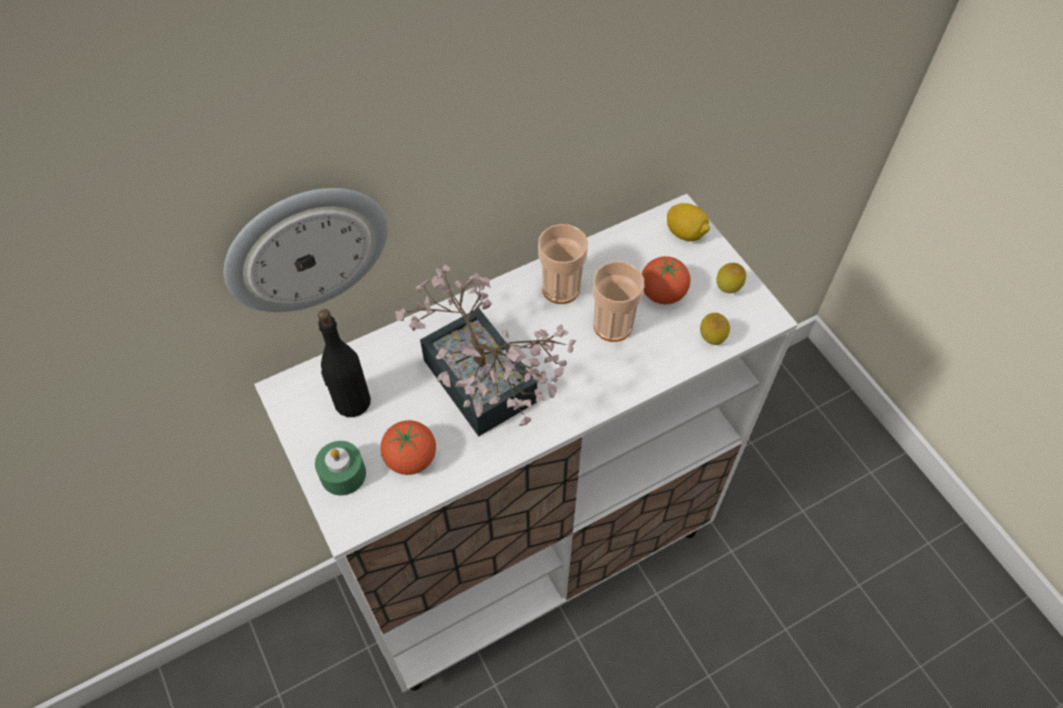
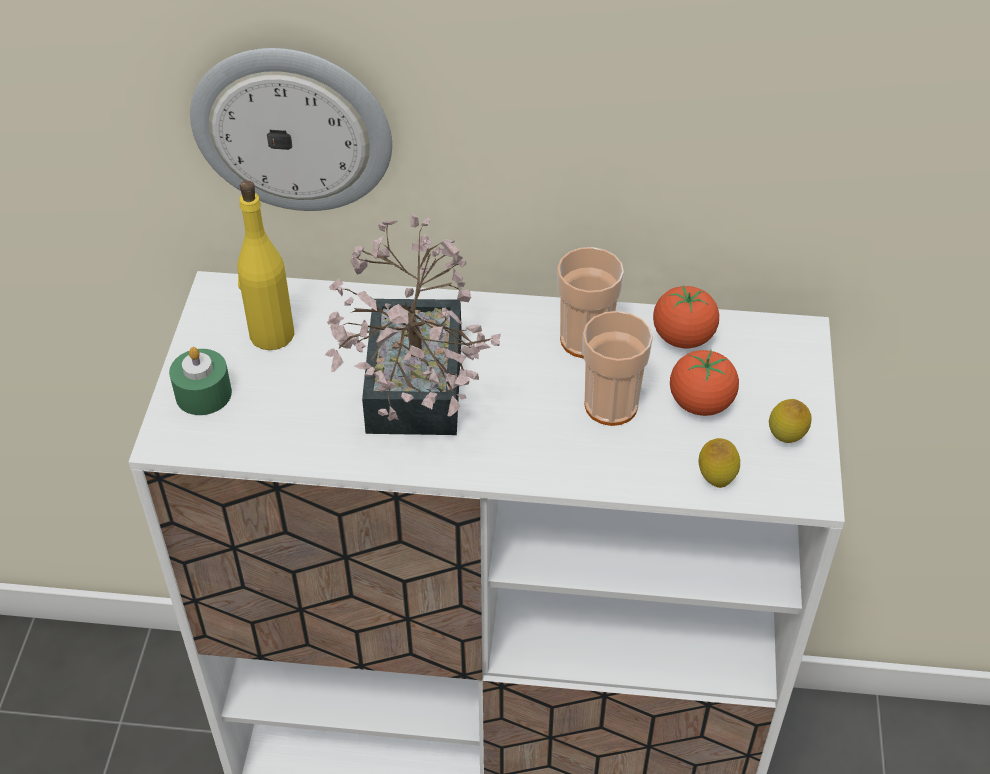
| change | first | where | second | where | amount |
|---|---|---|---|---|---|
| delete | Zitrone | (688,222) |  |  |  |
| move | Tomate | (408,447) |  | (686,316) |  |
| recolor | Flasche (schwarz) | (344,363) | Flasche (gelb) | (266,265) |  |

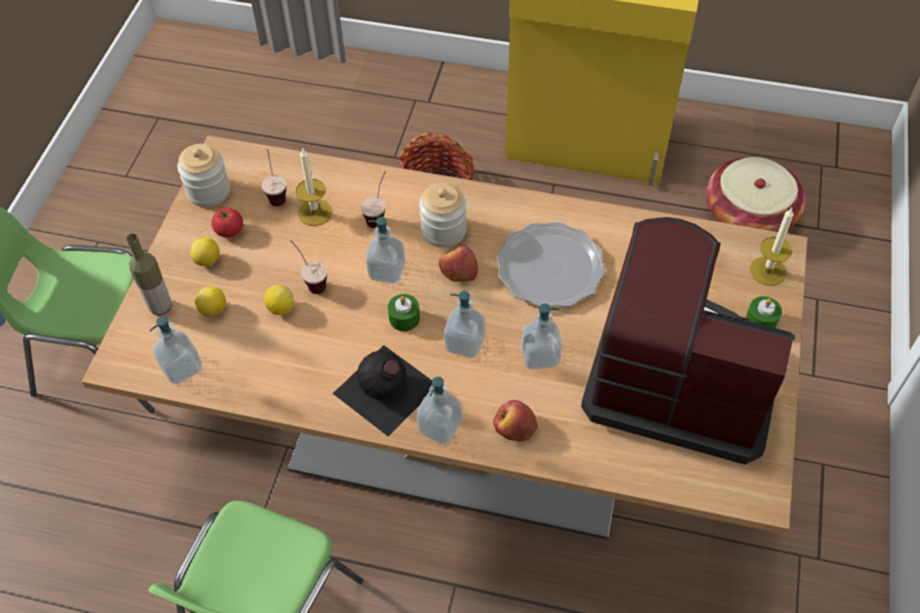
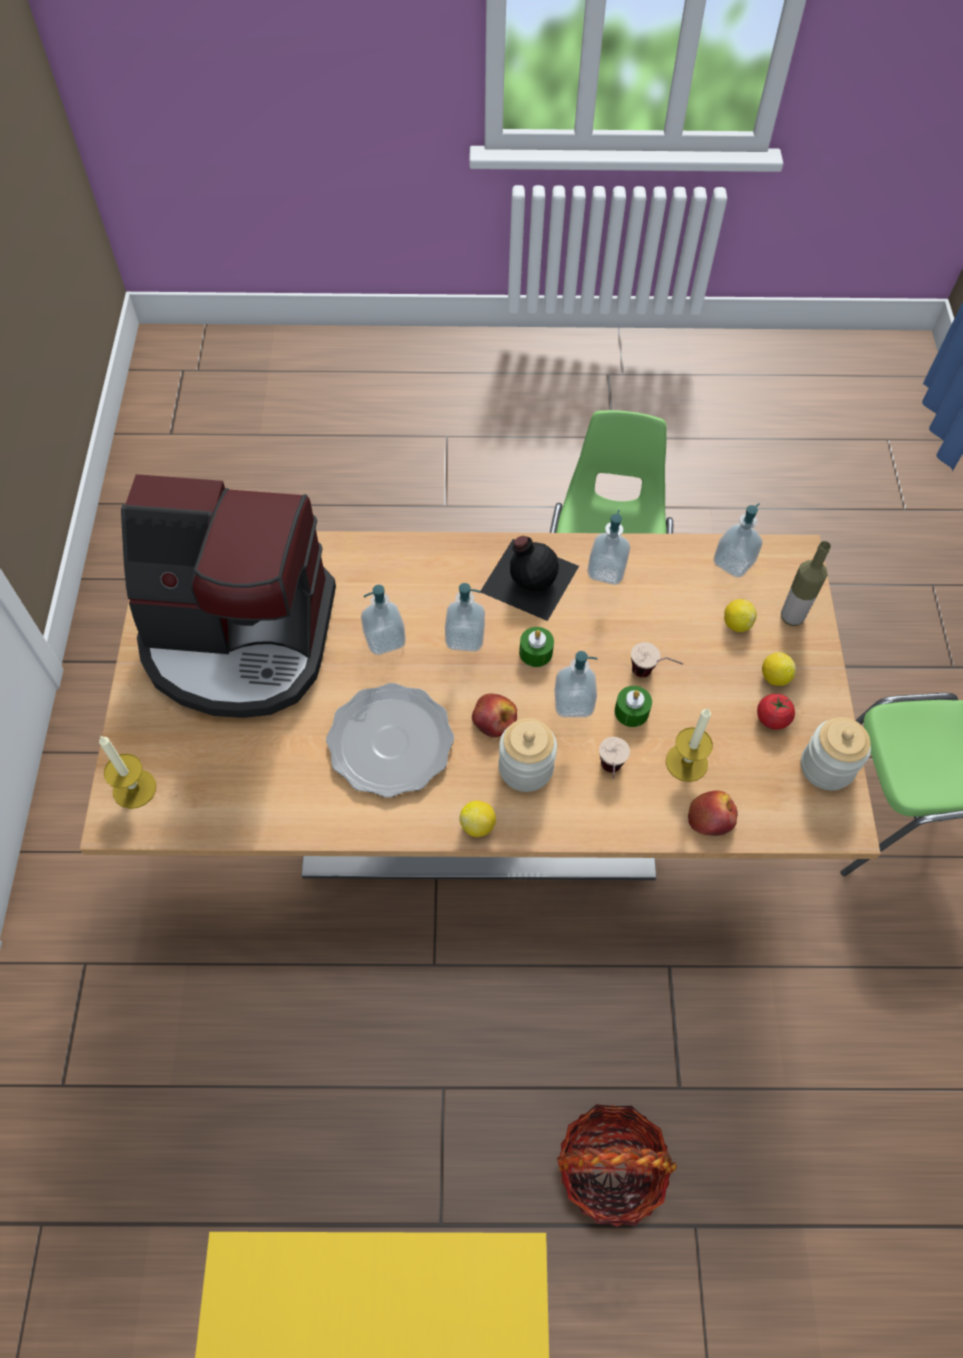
| change | first | where | second | where | amount |
|---|---|---|---|---|---|
| delete | Tasse | (274,177) |  |  |  |
| delete | Korb | (756,194) |  |  |  |
| move | Zitrone | (279,300) |  | (477,819) |  |
| move | Seifenspender | (439,410) |  | (608,547) |  |
| move | Apfel | (515,420) |  | (713,813) |  |
| move | Kerze (grün) | (764,312) |  | (633,706) |  |

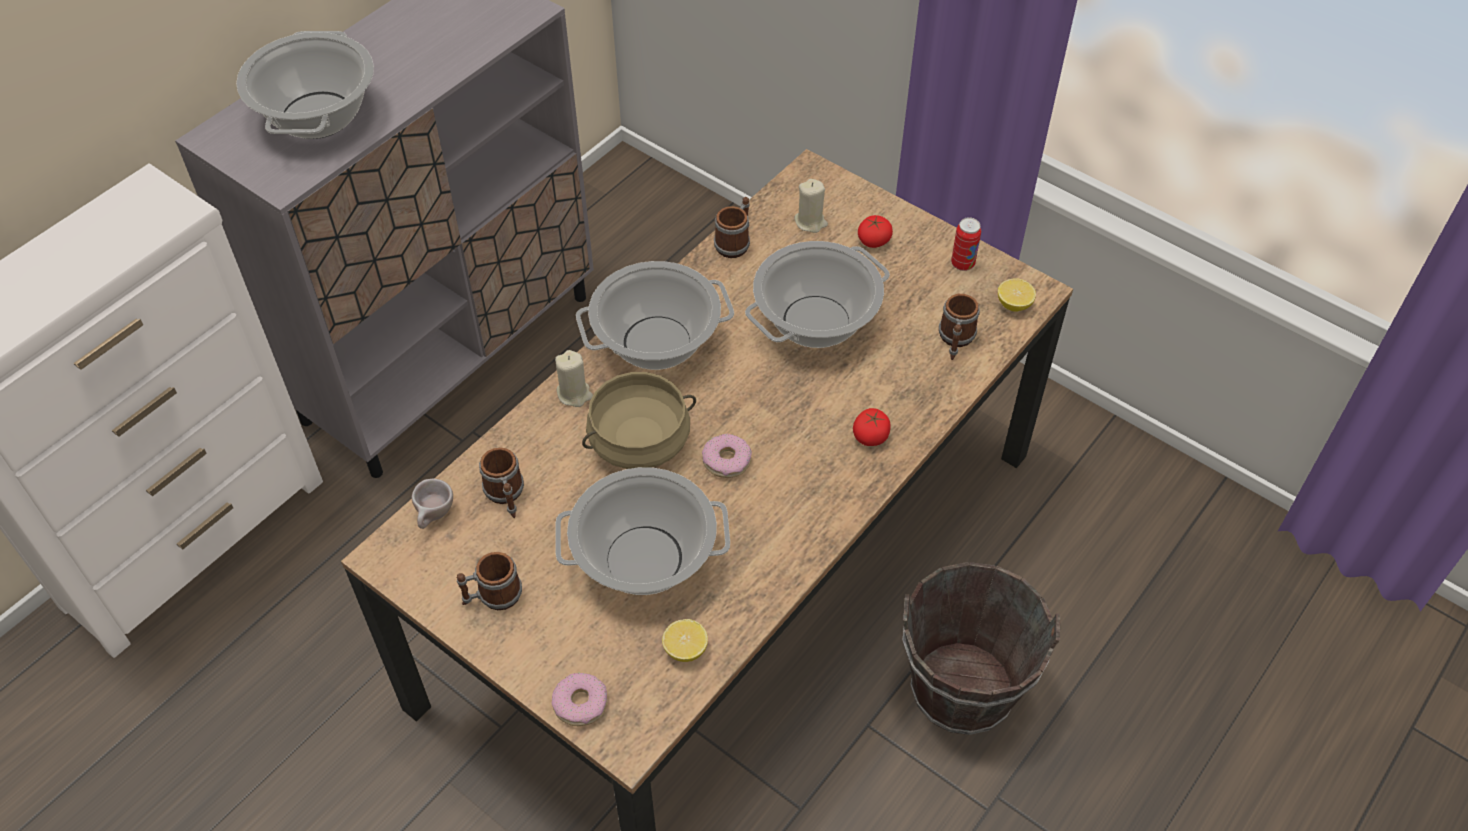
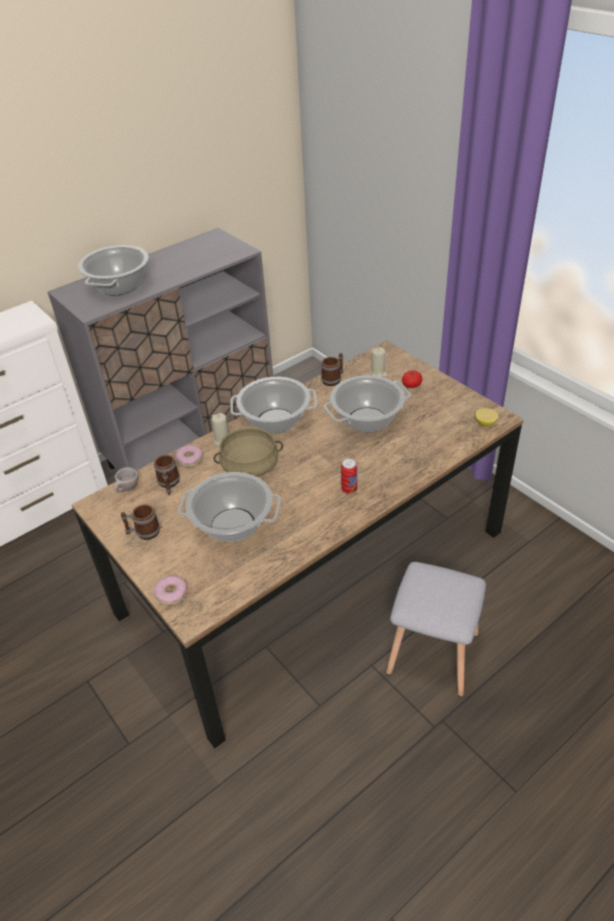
| change | first | where | second | where | amount |
|---|---|---|---|---|---|
| delete | Zitrone | (685,640) |  |  |  |
| delete | Tomate | (872,427) |  |  |  |
| delete | Henkelbecher | (959,327) |  |  |  |
| move | Donut | (727,456) |  | (189,456) |  |
| move | Dose | (966,244) |  | (349,476) |  |
| replace | Eimer (braun) | (981,648) | Hocker (grau) | (436,629) |  |

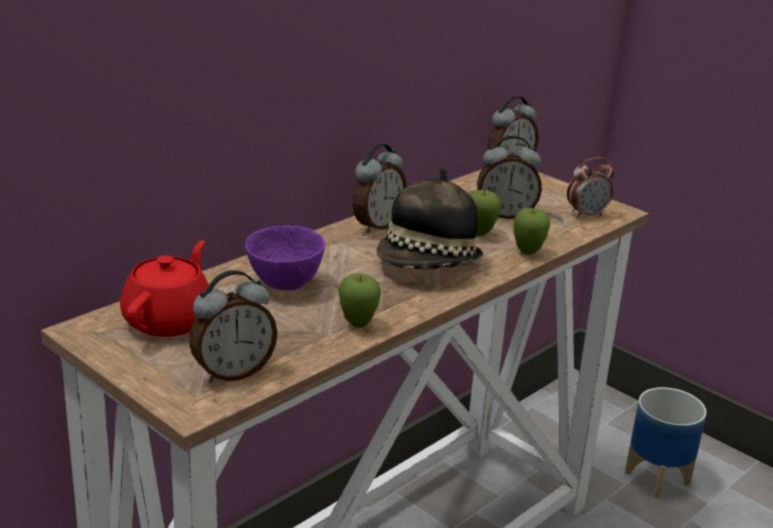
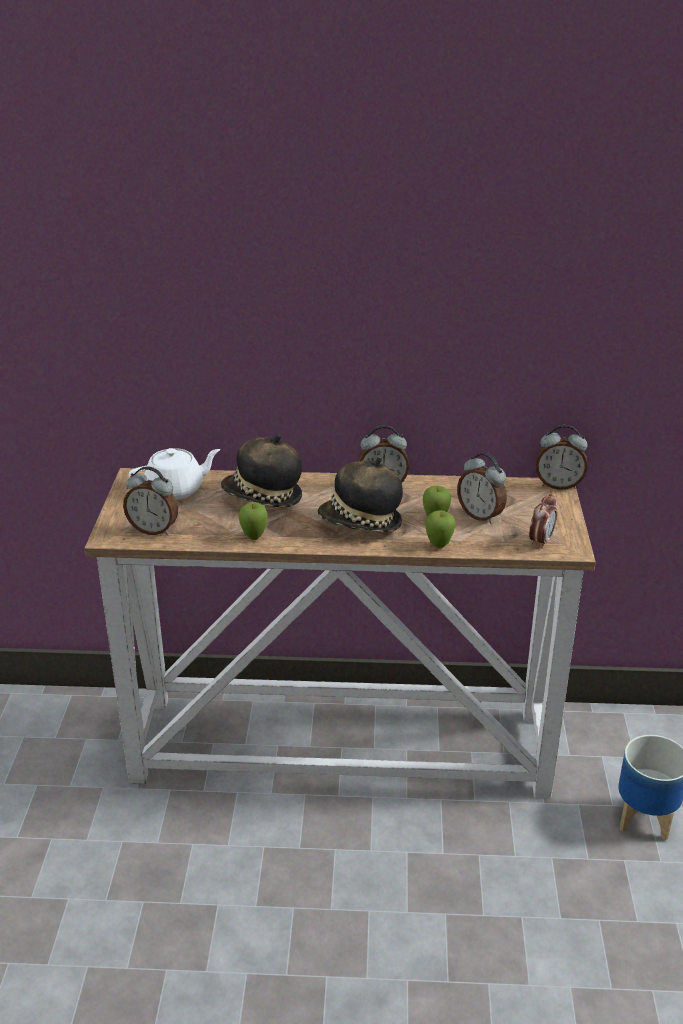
| change | first | where | second | where | amount |
|---|---|---|---|---|---|
| replace | Schüssel (lila) | (285,258) | Hut | (261,471) |  |
| recolor | Teekanne (rot) | (164,288) | Teekanne (weiß) | (174,474) |  |
| rotate | Wecker | (590,187) |  | (543,521) | 90 degrees counterclockwise |

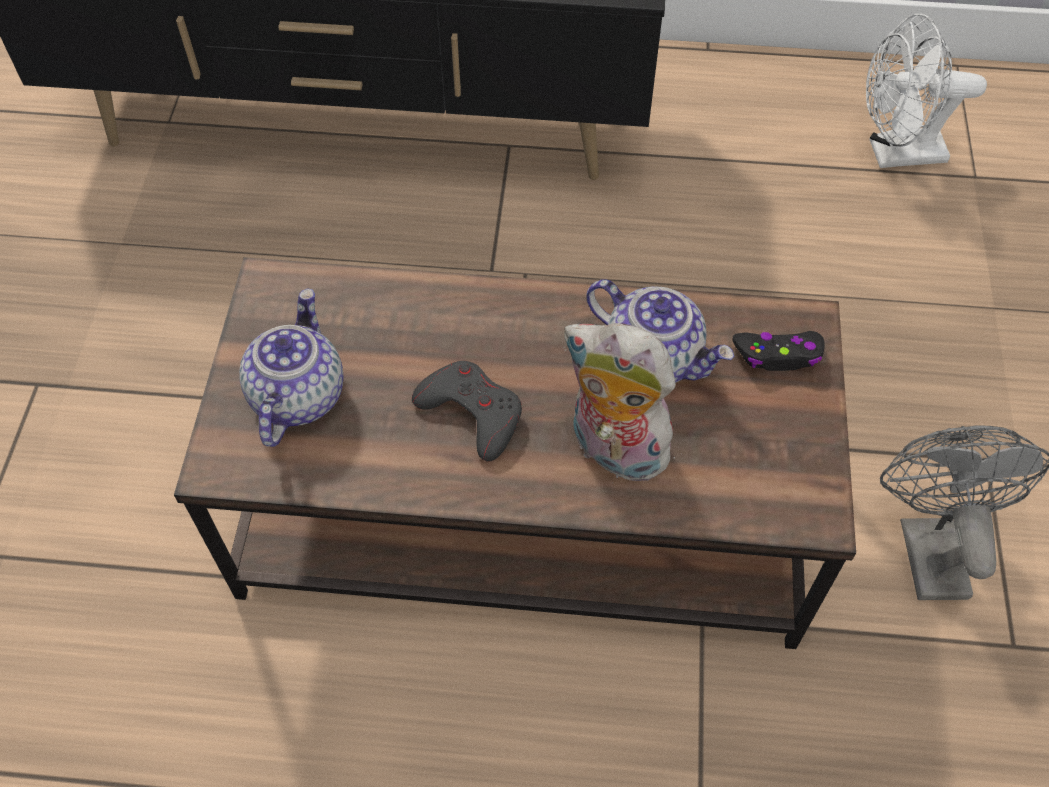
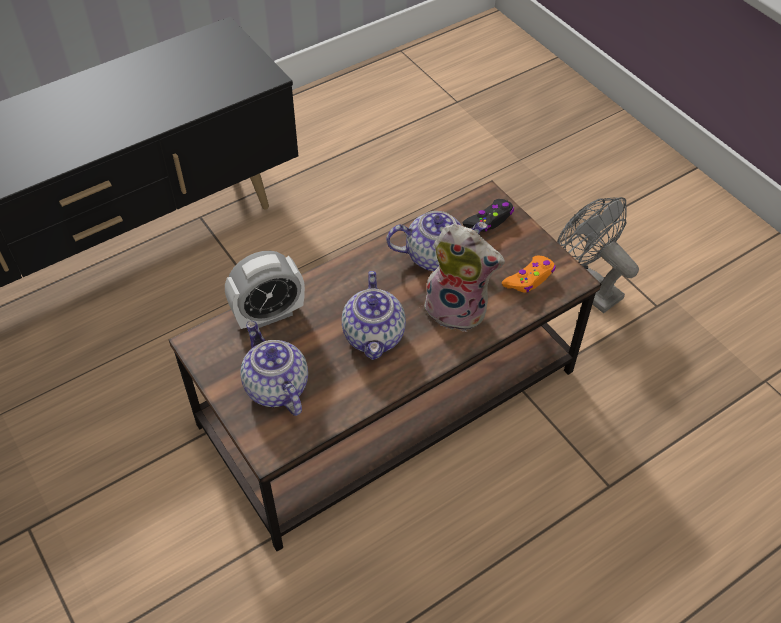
| change | first | where | second | where | amount |
|---|---|---|---|---|---|
| delete | Ventilator (weiß) | (926,90) |  |  |  |
| insert |  |  | Wecker | (265,290) |  |
| insert |  |  | Gamepad (orange) | (529,274) |  |
| replace | Gamepad (grau) | (467,411) | Teekanne | (374,315) |  |
| rotate | Plüschtier | (621,403) |  | (463,278) | 150 degrees counterclockwise |

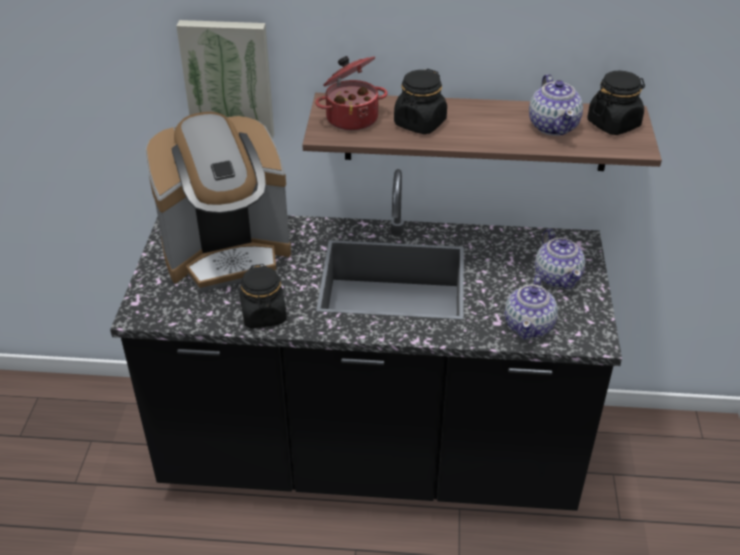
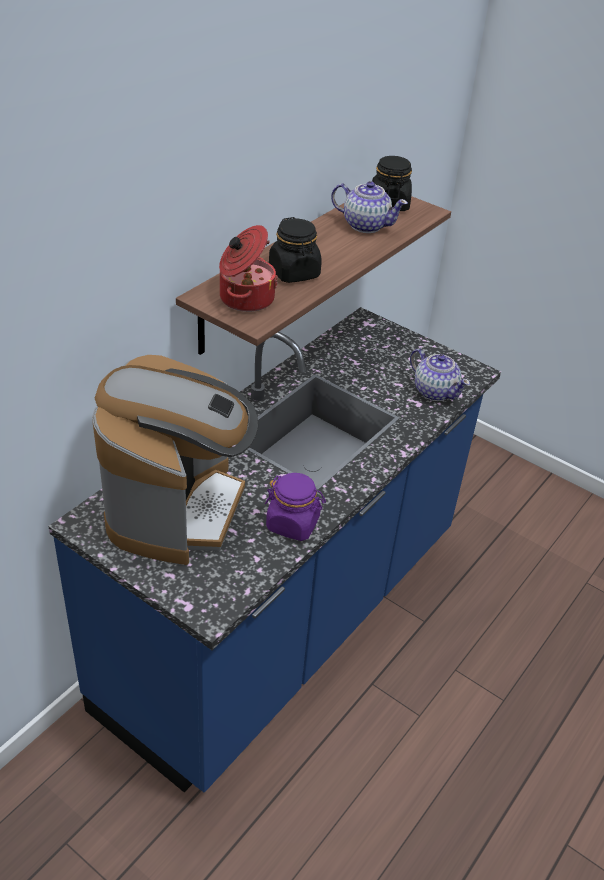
| change | first | where | second | where | amount |
|---|---|---|---|---|---|
| delete | Bild | (225,79) |  |  |  |
| delete | Teekanne | (560,258) |  |  |  |
| recolor | Küchenzeile (schwarz) | (366,340) | Küchenzeile (blau) | (274,549) |  |
| recolor | Vorratsglas (schwarz) | (263,296) | Vorratsglas (lila) | (295,507) |  |

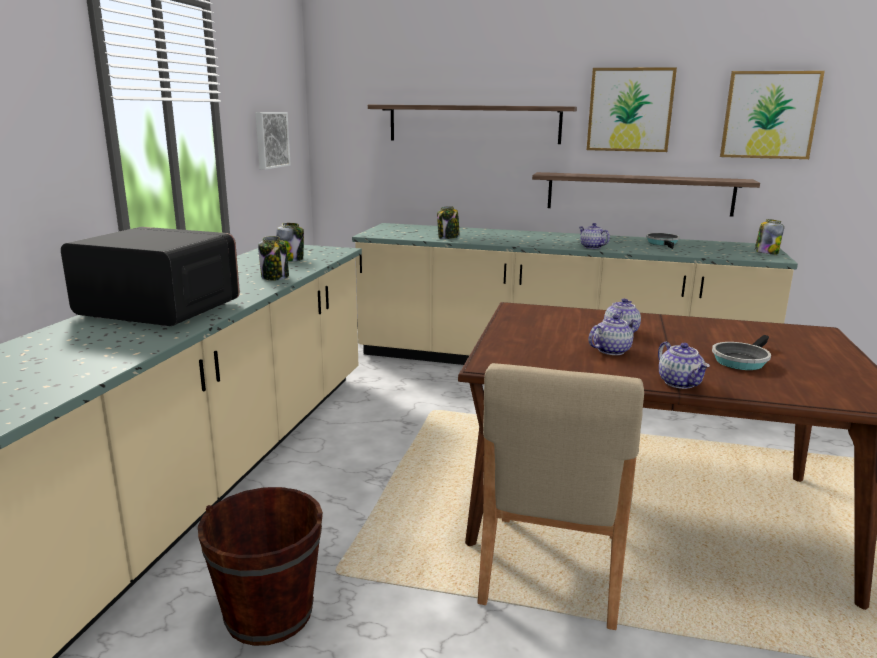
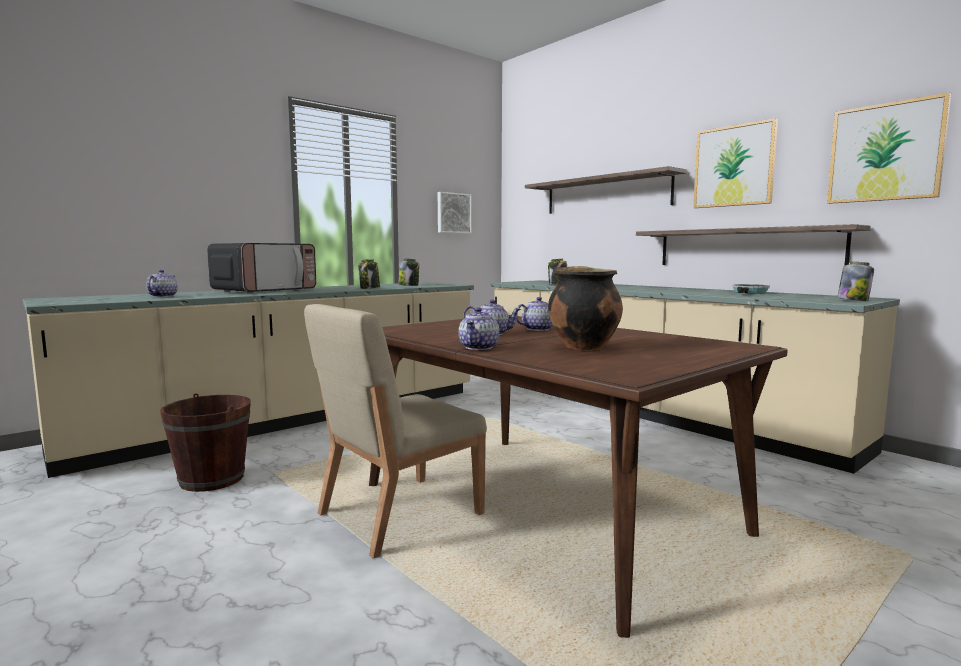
| change | first | where | second | where | amount |
|---|---|---|---|---|---|
| move | Teekanne | (594,236) |  | (162,283) |  |
| replace | Pfanne | (741,352) | Kochtopf | (585,308) |  |
| rotate | Mikrowelle | (150,277) |  | (261,268) | 75 degrees clockwise |

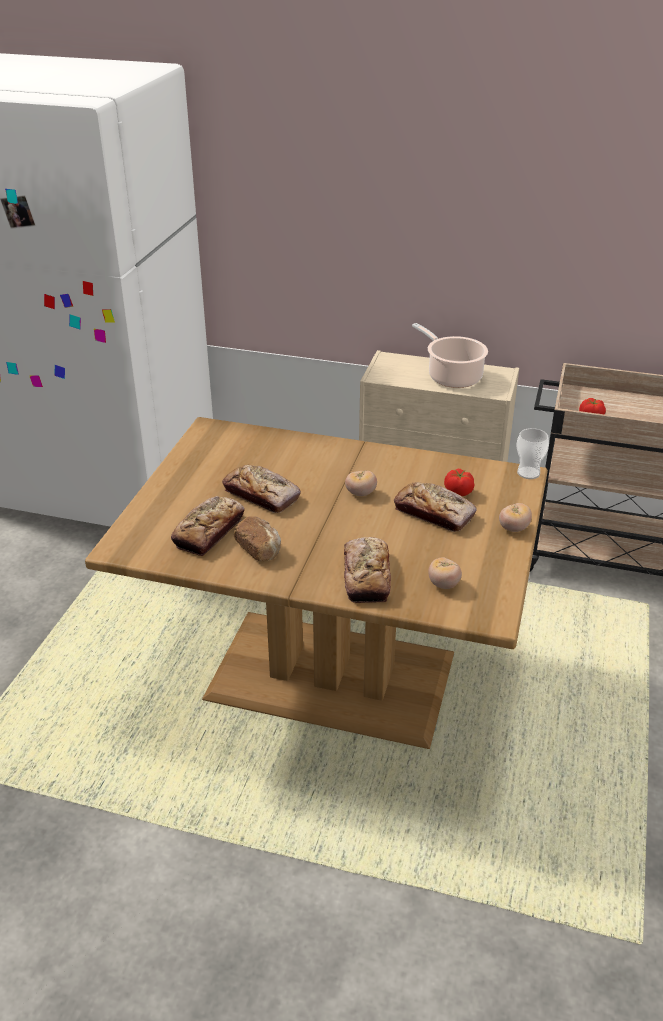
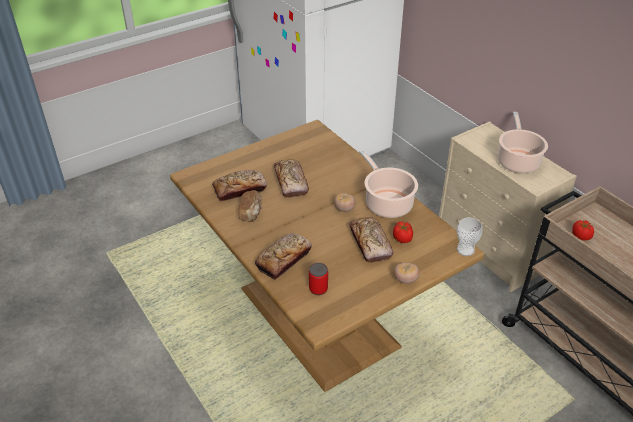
| change | first | where | second | where | amount |
|---|---|---|---|---|---|
| insert |  |  | Kochtopf | (388,184) |  |
| replace | Tomate | (445,573) | Dose | (318,279) |  |

